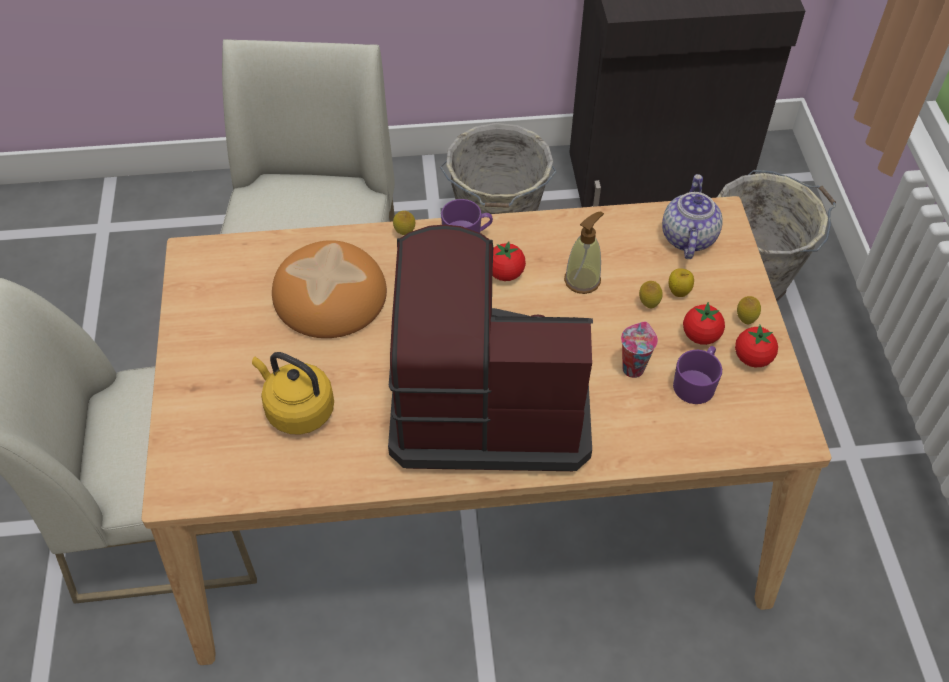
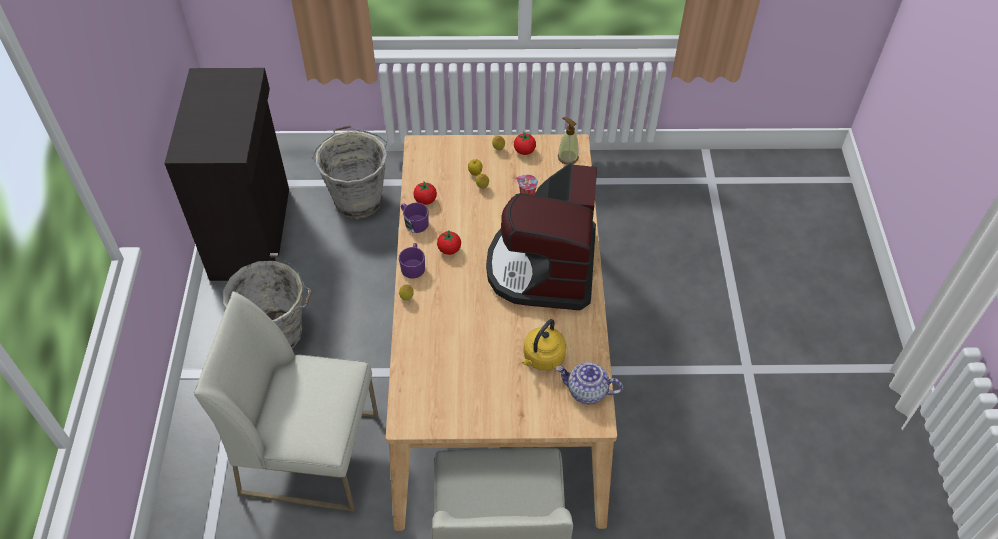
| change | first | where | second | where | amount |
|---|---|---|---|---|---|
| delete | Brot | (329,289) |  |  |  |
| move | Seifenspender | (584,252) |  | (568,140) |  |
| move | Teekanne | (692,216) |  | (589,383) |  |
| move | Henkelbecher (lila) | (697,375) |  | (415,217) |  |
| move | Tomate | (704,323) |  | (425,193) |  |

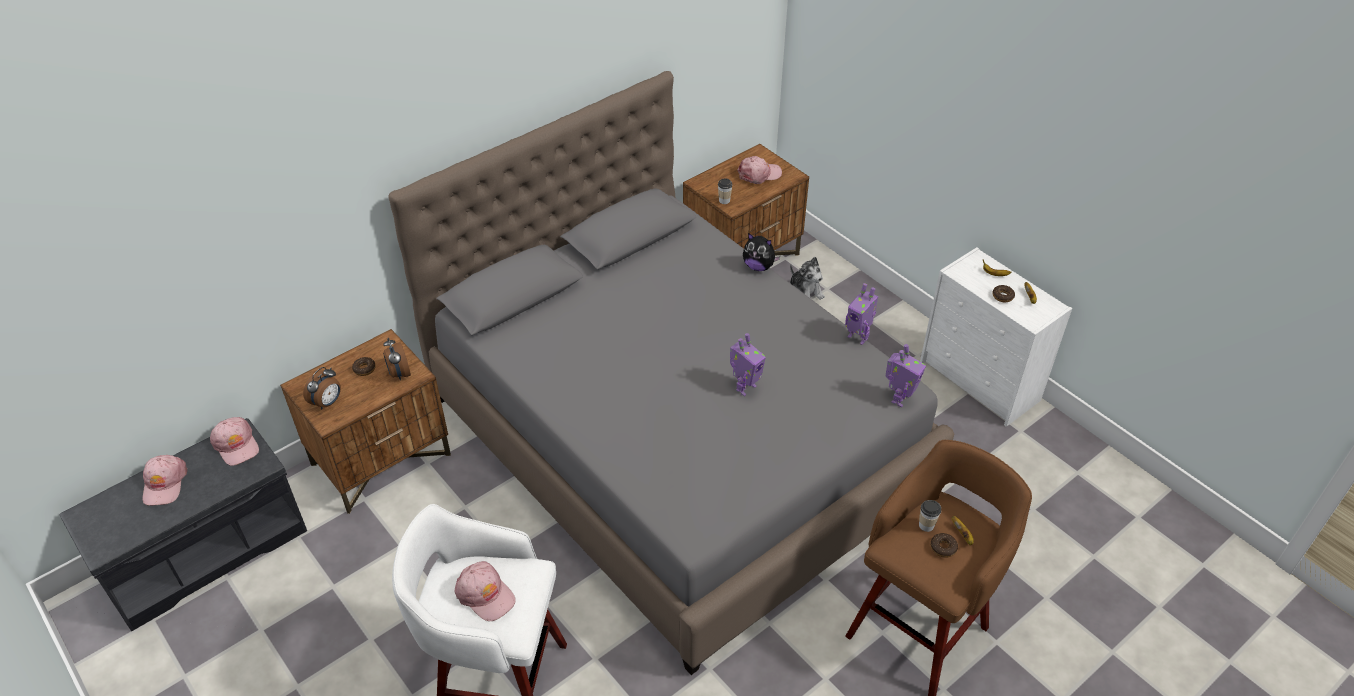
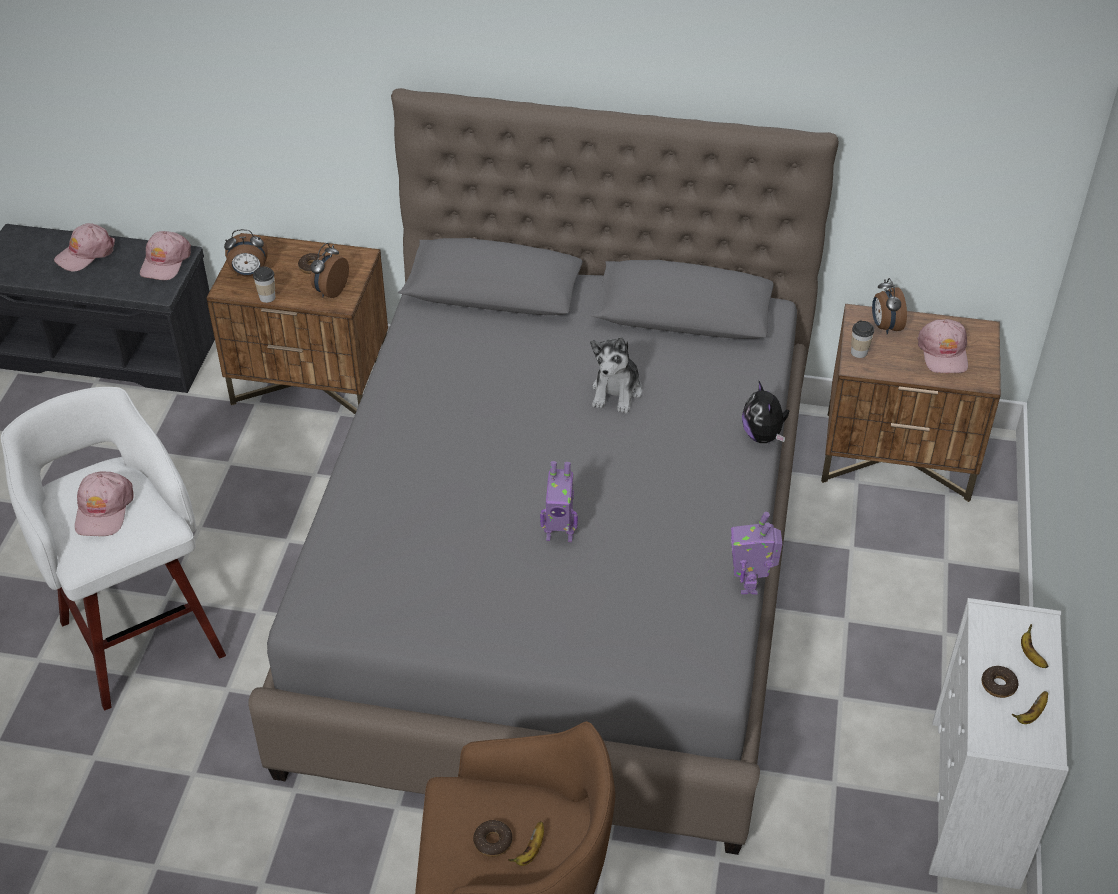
| change | first | where | second | where | amount |
|---|---|---|---|---|---|
| delete | Spielzeugroboter | (906,375) |  |  |  |
| insert |  |  | Wecker | (889,306) |  |
| move | Plüschtier | (807,278) |  | (616,375) |  |
| move | Tasse | (930,516) |  | (264,284) |  |
| rotate | Kappe (rosa) | (759,170) |  | (942,346) | 60 degrees clockwise |

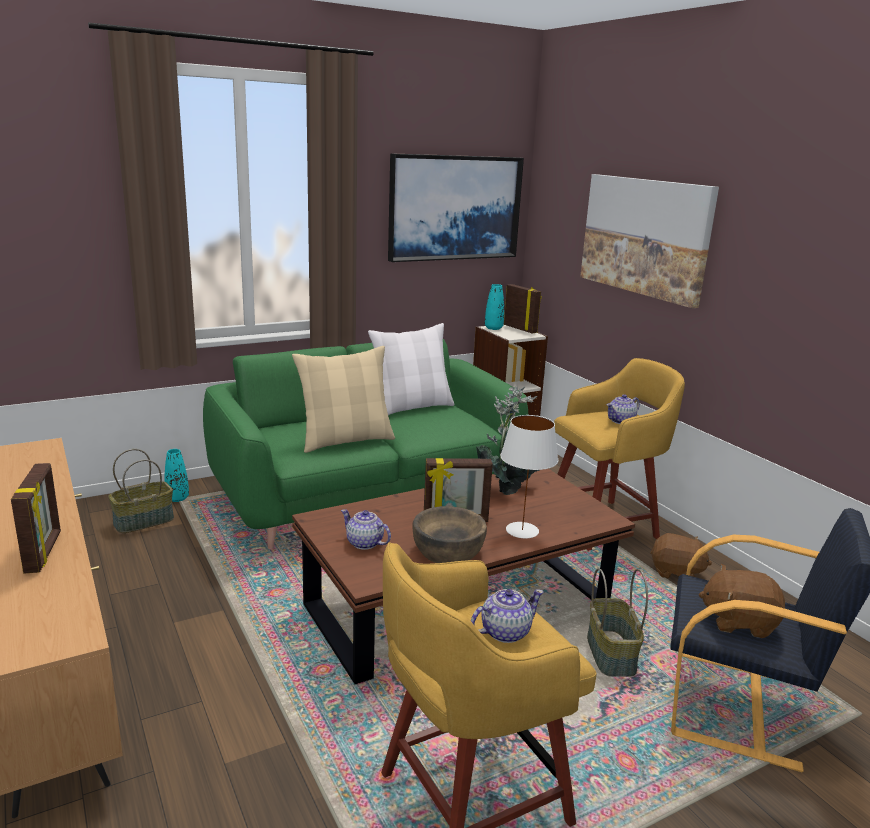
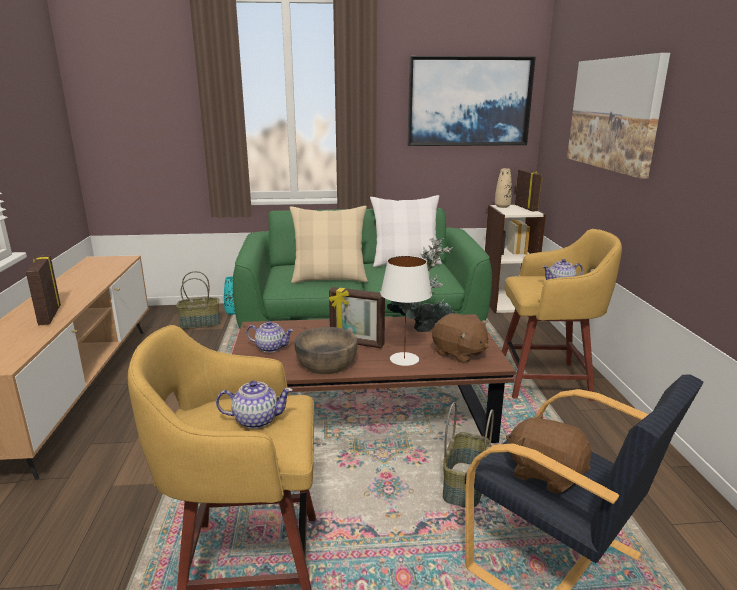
| change | first | where | second | where | amount |
|---|---|---|---|---|---|
| move | Plüschtier (braun) | (681,556) |  | (460,338) |  |
| recolor | Vase (türkis) | (494,307) | Vase (beige) | (503,188) |  |
| rotate | Bilderrahmen | (36,518) |  | (43,290) | 150 degrees clockwise |
| rotate | Teekanne | (366,529) |  | (270,337) | 135 degrees clockwise |

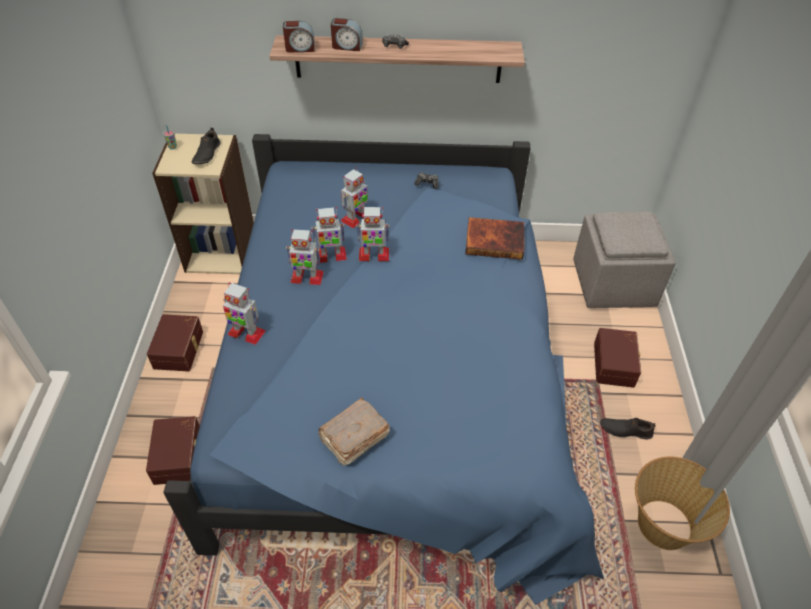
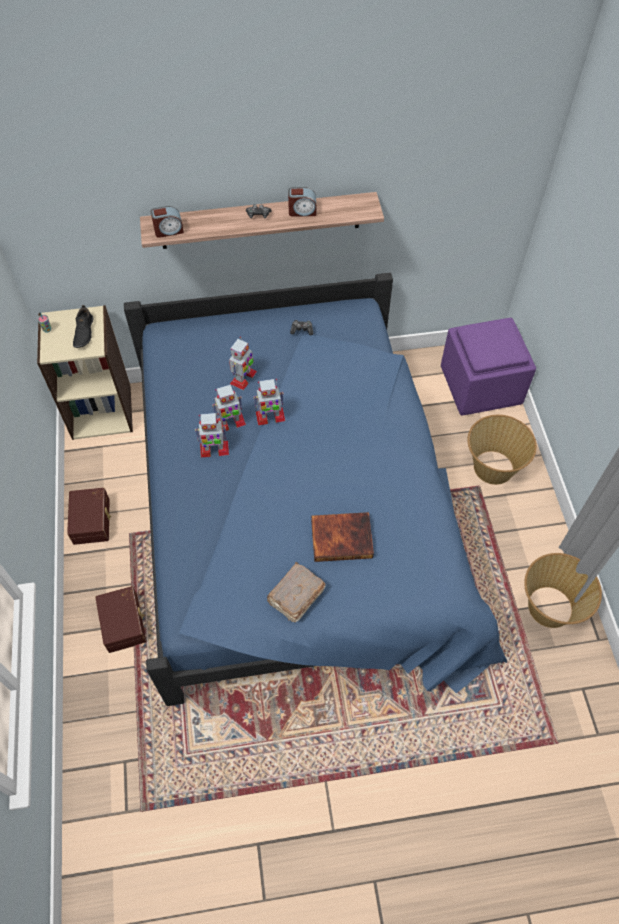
| change | first | where | second | where | amount |
|---|---|---|---|---|---|
| delete | Spielzeugroboter | (244,313) |  |  |  |
| delete | Schuh (schwarz) | (628,428) |  |  |  |
| move | Wecker | (347,34) |  | (302,202) |  |
| move | Buch | (494,238) |  | (342,537) |  |
| replace | Aufbewahrungsbox (braun) | (617,358) | Korb | (502,450) |  |
| recolor | Polsterhocker (grau) | (624,260) | Polsterhocker (lila) | (488,367) |  |

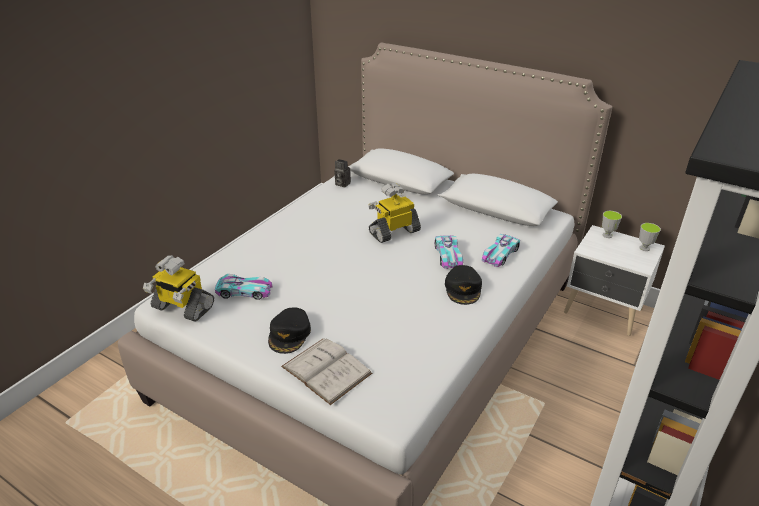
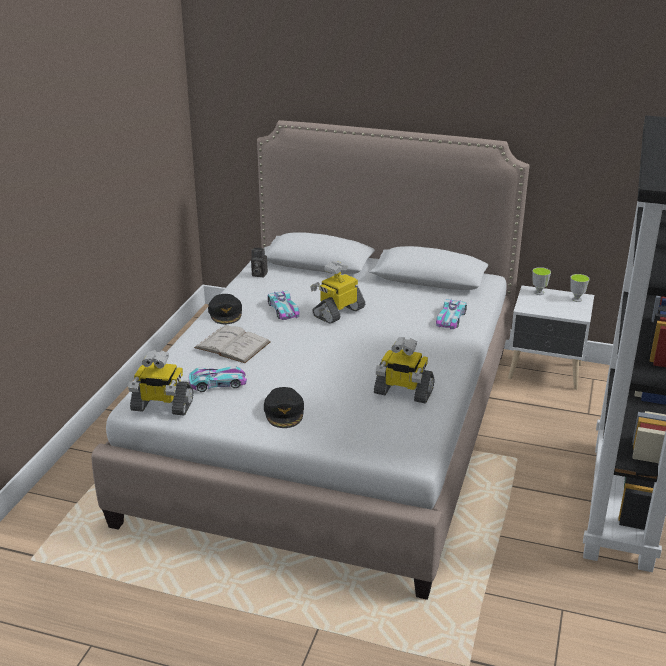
| change | first | where | second | where | amount |
|---|---|---|---|---|---|
| insert |  |  | Spielzeugroboter | (404,370) |  |
| move | Buch (weiß) | (326,371) |  | (232,343) |  |
| move | Spielzeugauto | (449,252) |  | (284,305) |  |
| move | Kappe (schwarz) | (463,285) |  | (225,309) |  |

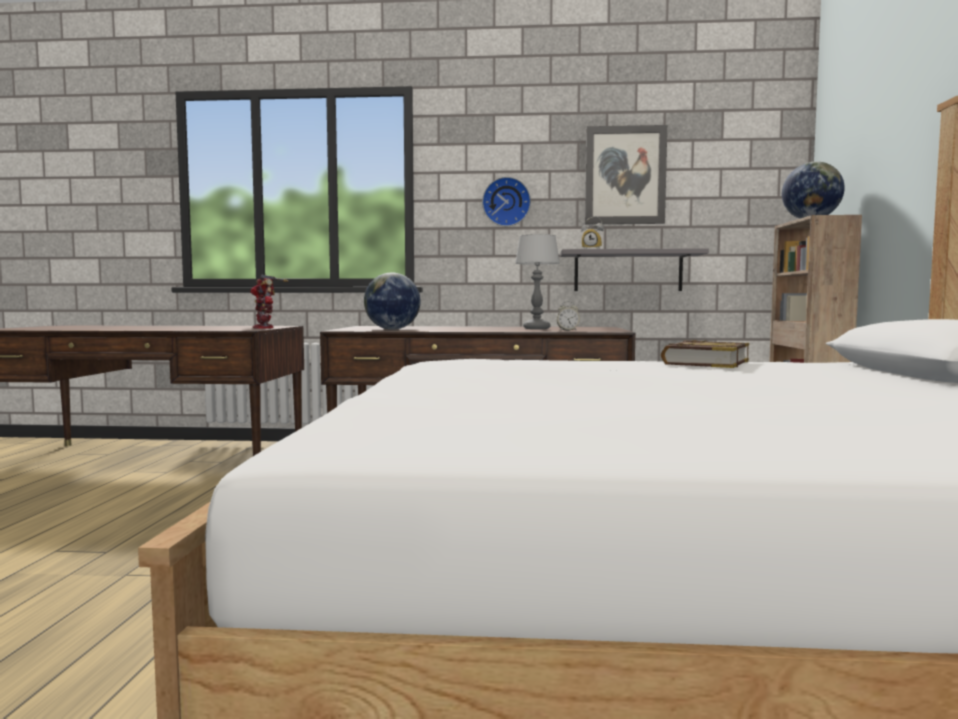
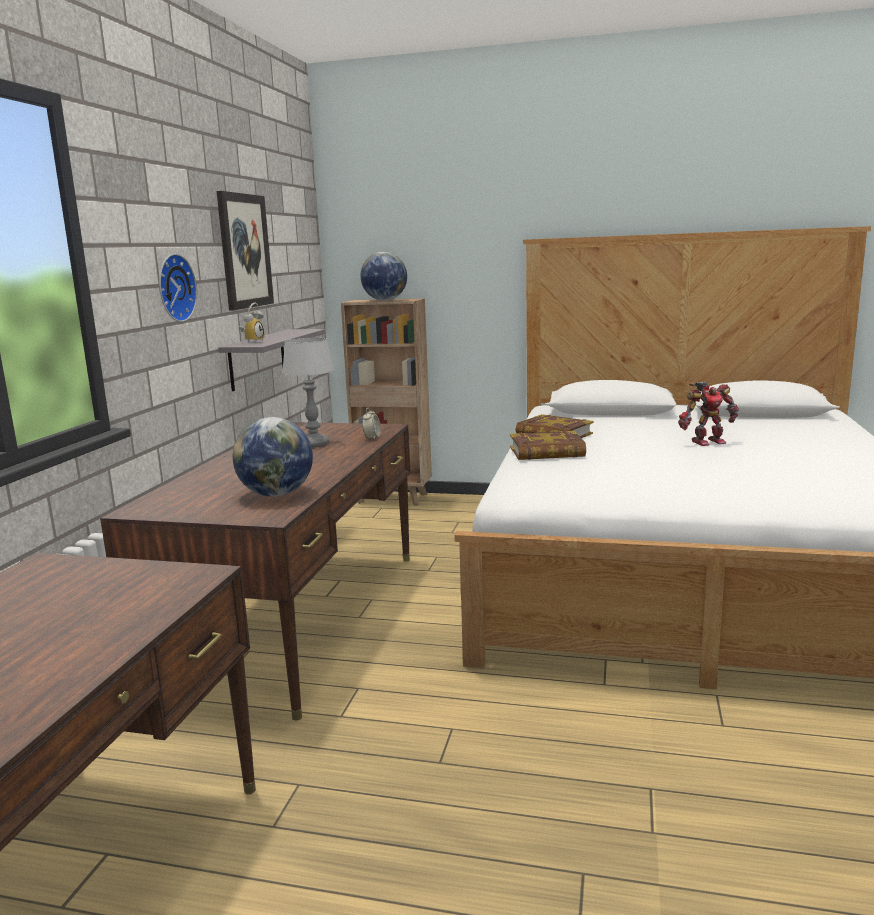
| change | first | where | second | where | amount |
|---|---|---|---|---|---|
| insert |  |  | Buch | (548,445) |  |
| move | Spielzeugroboter | (269,301) |  | (708,414) |  |

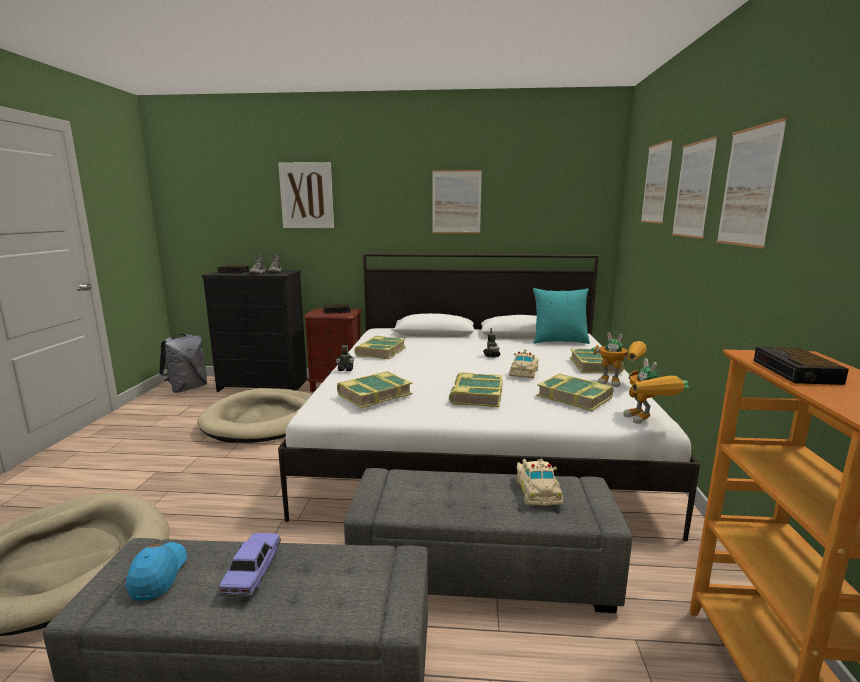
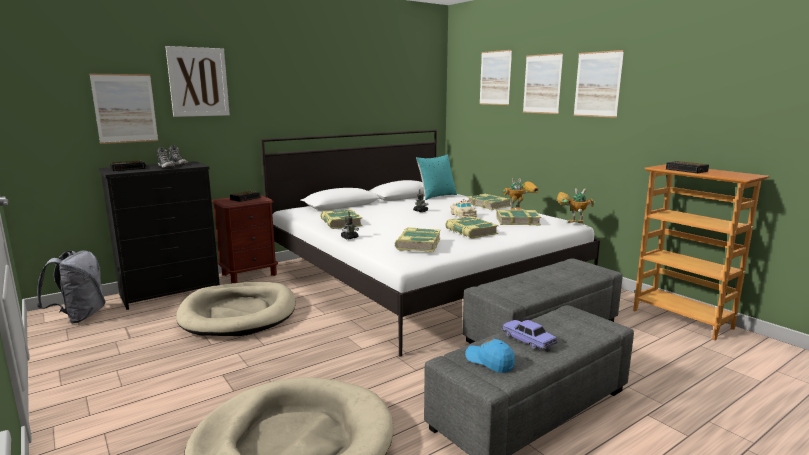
| change | first | where | second | where | amount |
|---|---|---|---|---|---|
| delete | Spielzeugauto (beige) | (539,482) |  |  |  |
| move | Bild | (457,201) |  | (124,109) |  |
| rotate | Spielzeugroboter | (656,391) |  | (576,205) | 150 degrees clockwise |

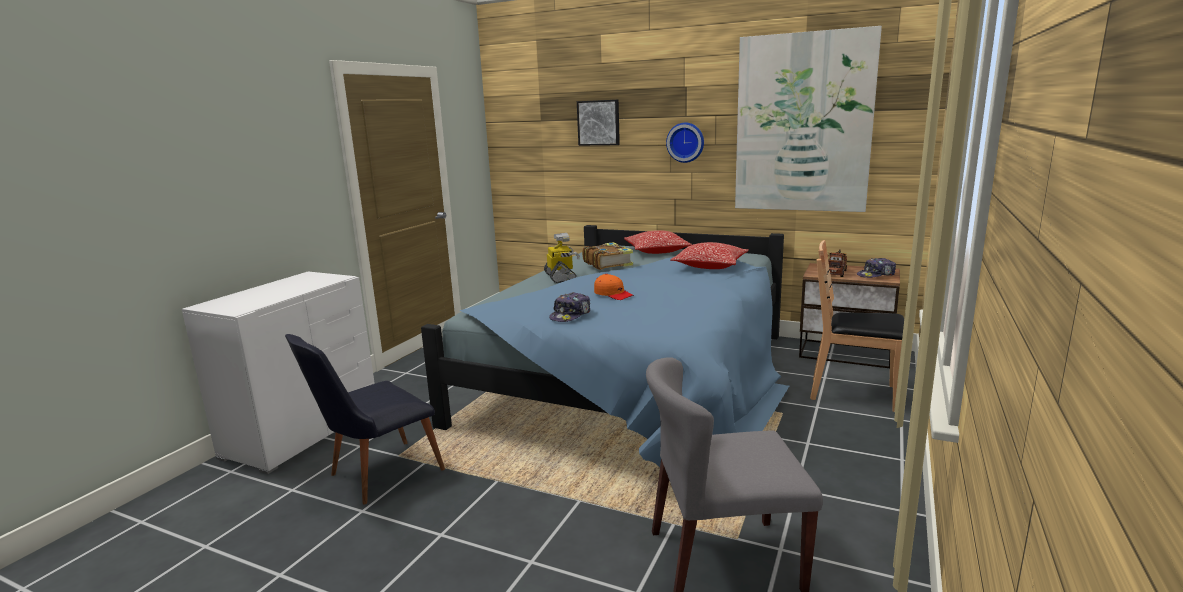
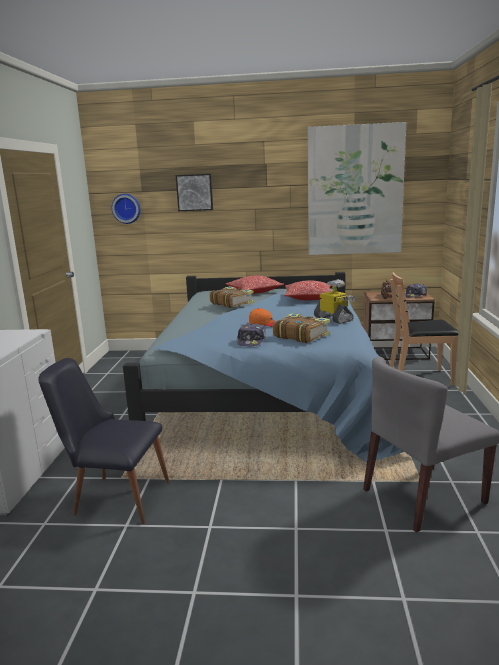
| change | first | where | second | where | amount |
|---|---|---|---|---|---|
| insert |  |  | Buch | (301,328) |  |
| move | Spielzeugroboter | (562,258) |  | (334,301) |  |
| move | Wanduhr | (685,143) |  | (126,209) |  |
| rotate | Stuhl (schwarz) | (365,419) |  | (103,441) | 75 degrees clockwise |

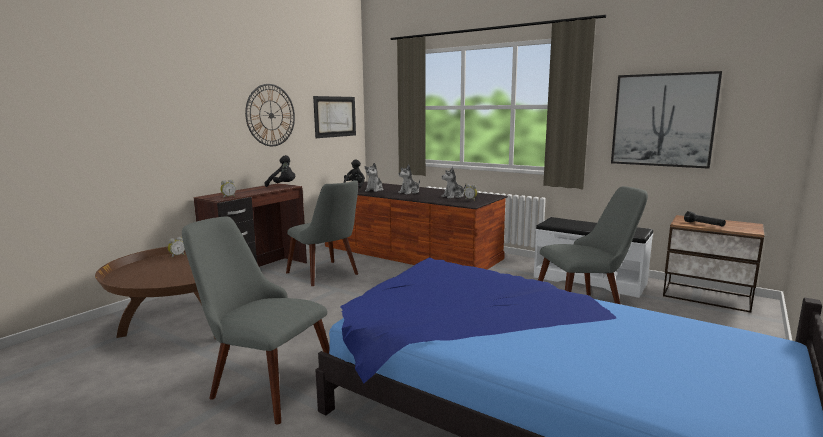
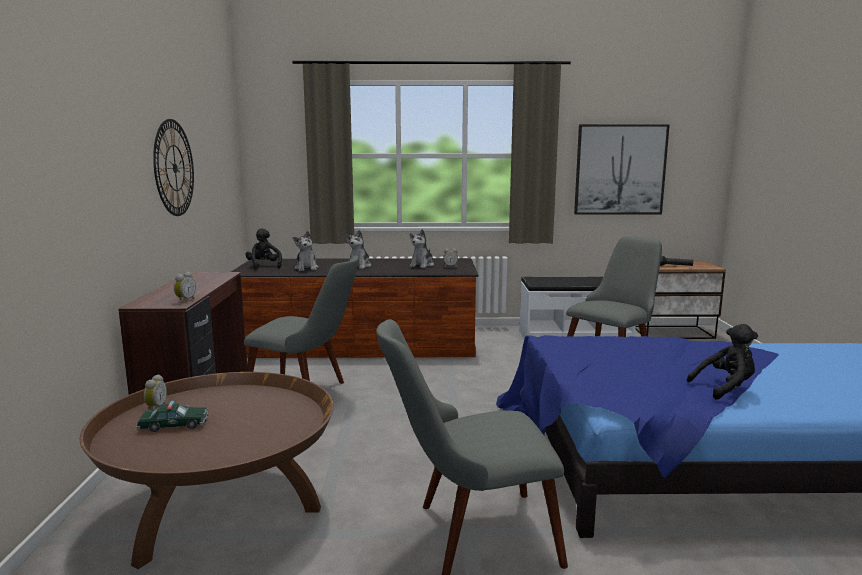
| change | first | where | second | where | amount |
|---|---|---|---|---|---|
| delete | Bild | (334,117) |  |  |  |
| insert |  |  | Spielzeugauto | (172,416) |  |
| move | Plüschtier (schwarz) | (280,171) |  | (722,362) |  |

